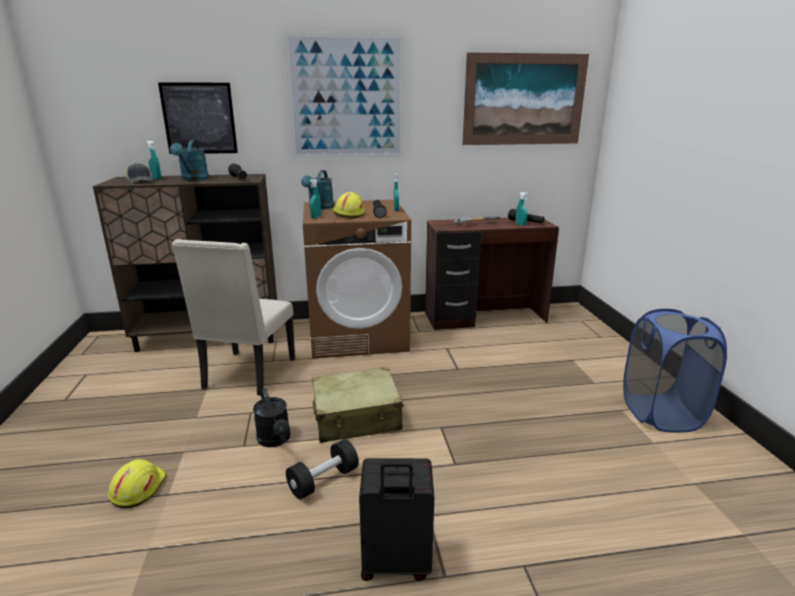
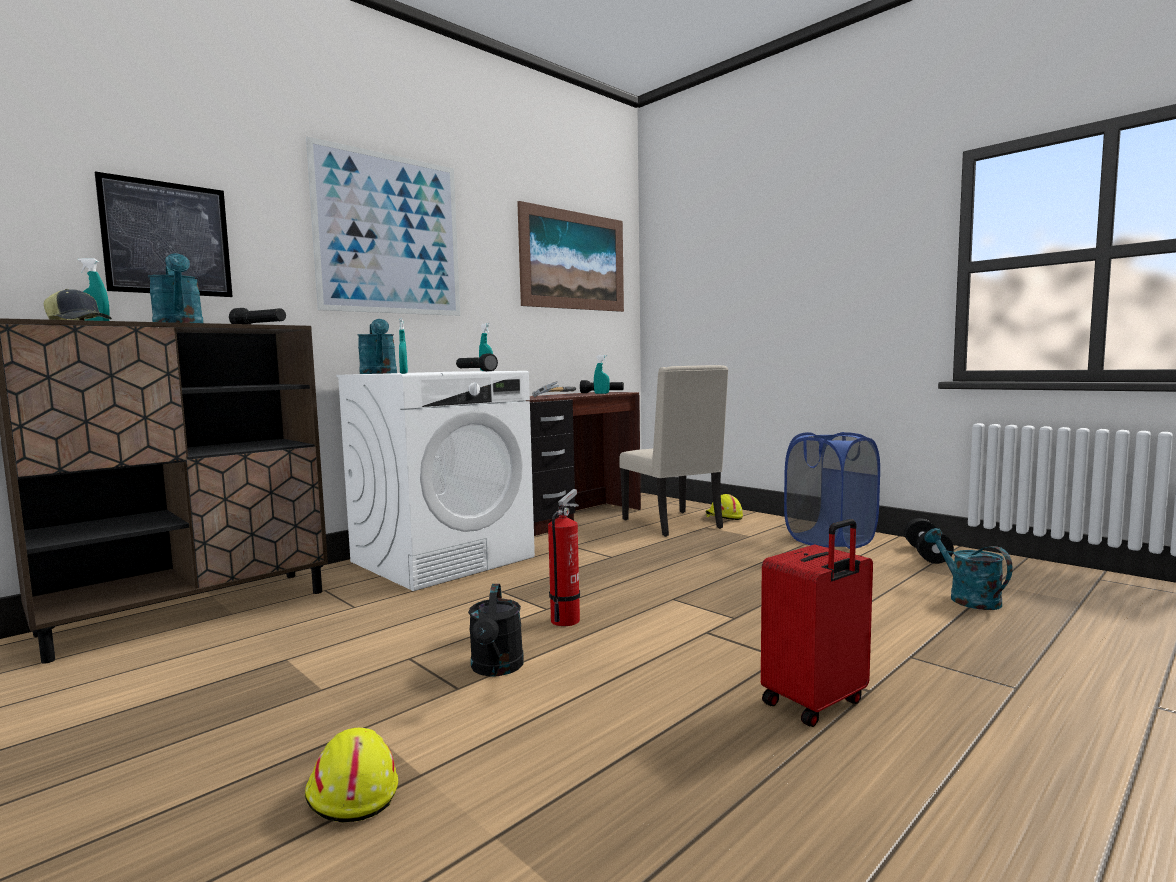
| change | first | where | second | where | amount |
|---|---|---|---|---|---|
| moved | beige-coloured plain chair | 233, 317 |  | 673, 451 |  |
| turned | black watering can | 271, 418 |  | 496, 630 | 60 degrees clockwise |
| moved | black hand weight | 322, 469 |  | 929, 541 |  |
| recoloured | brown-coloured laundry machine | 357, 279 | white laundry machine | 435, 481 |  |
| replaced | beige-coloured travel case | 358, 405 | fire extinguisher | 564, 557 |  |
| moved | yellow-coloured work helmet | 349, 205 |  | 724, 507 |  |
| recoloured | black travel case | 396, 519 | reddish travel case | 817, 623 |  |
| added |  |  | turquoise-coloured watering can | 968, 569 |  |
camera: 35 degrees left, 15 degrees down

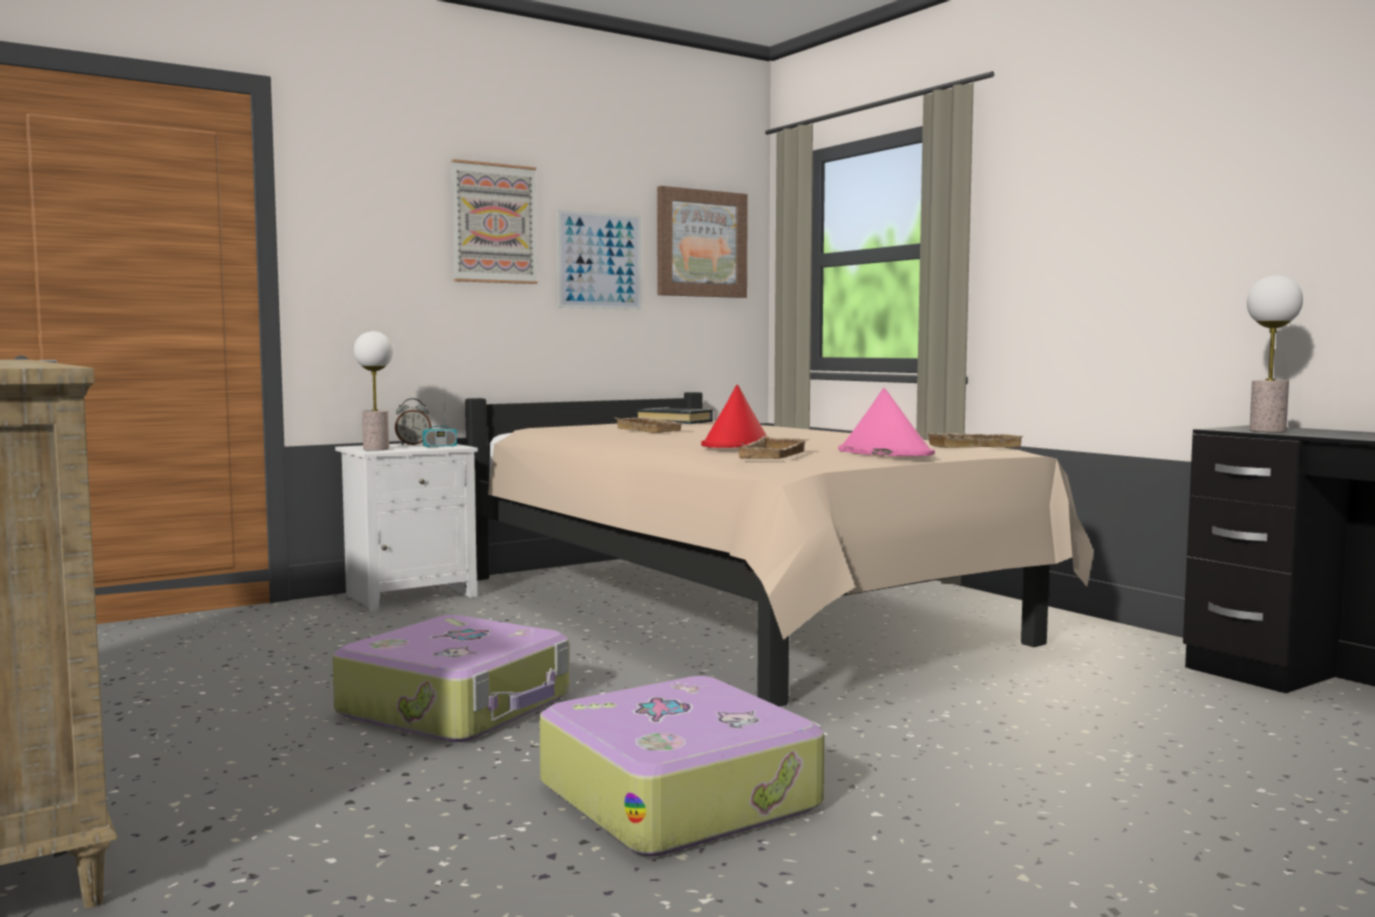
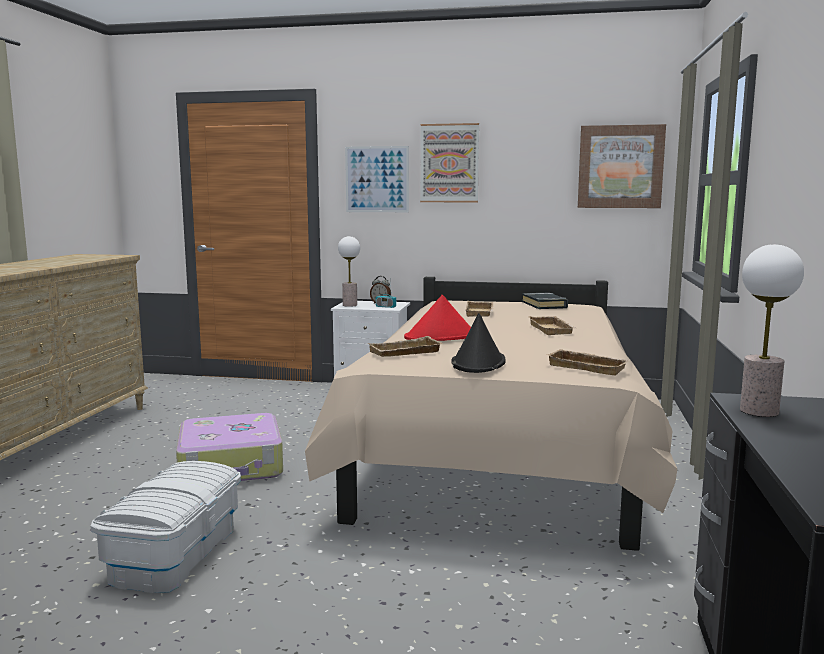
| change | first | where | second | where | amount |
|---|---|---|---|---|---|
| replaced | travel case | 682, 766 | white storage box | 166, 527 |  |
| moved | wall art | 599, 259 |  | 377, 179 |  |
| recoloured | pinkish wearable hat | 886, 422 | black wearable hat | 478, 343 |  |
| added |  |  | beige-coloured carrying tray | 552, 325 |  |
camera: 45 degrees right, 5 degrees up

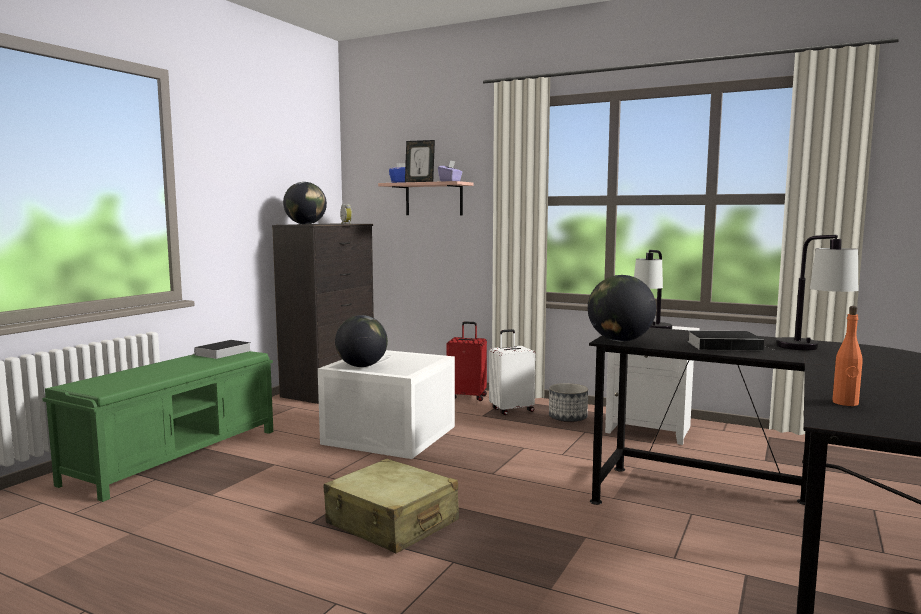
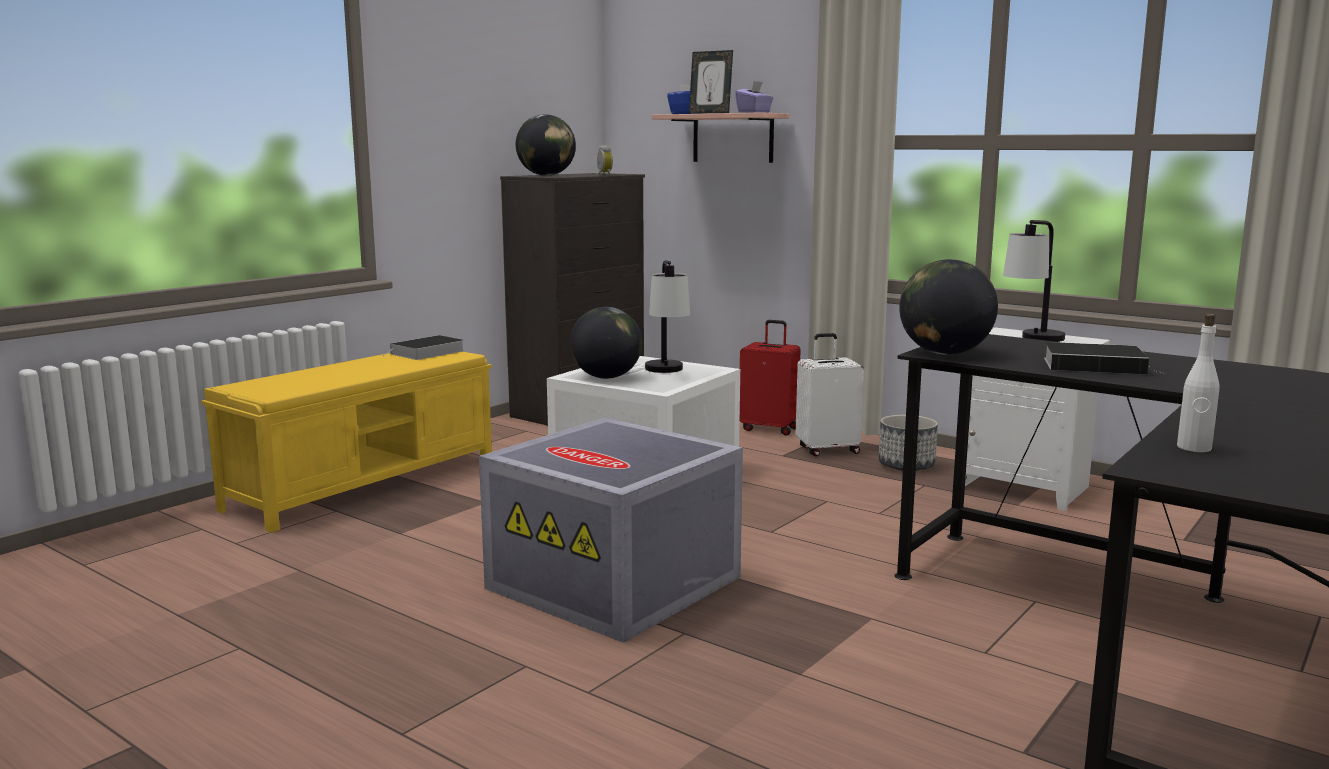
| change | first | where | second | where | amount |
|---|---|---|---|---|---|
| recoloured | green-coloured long seat | 157, 426 | yellow-coloured long seat | 346, 442 |  |
| replaced | beige-coloured travel case | 391, 505 | grey storage box | 611, 530 |  |
| moved | table lamp | 817, 292 |  | 667, 316 |  |
| recoloured | orange bottle | 847, 356 | white bottle | 1198, 382 |  |
camera: 10 degrees right, 5 degrees up

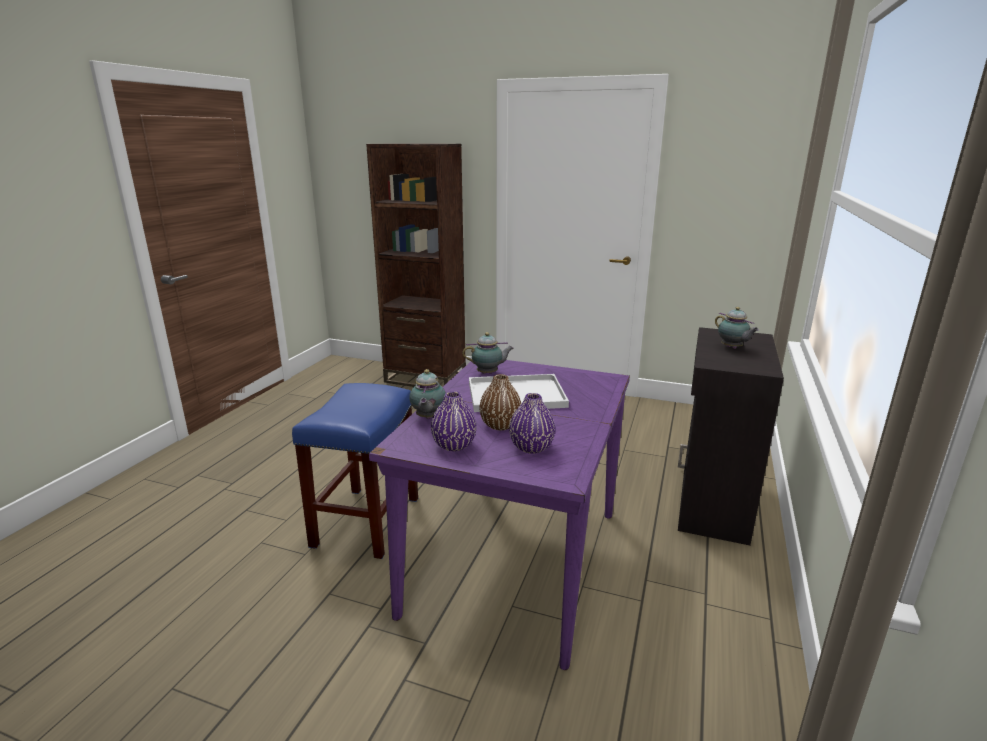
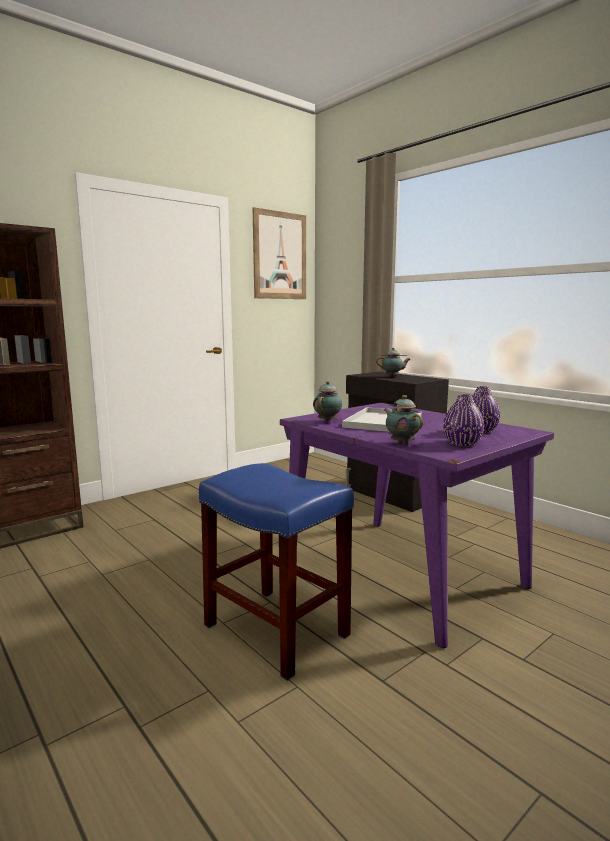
| change | first | where | second | where | amount |
|---|---|---|---|---|---|
| turned | teapot | 427, 394 |  | 403, 420 | 150 degrees counterclockwise |
| removed | brown-coloured flower vase | 500, 402 |  |  |  |
| added |  |  | wall art | 279, 253 |  |
camera: 60 degrees left, 10 degrees down

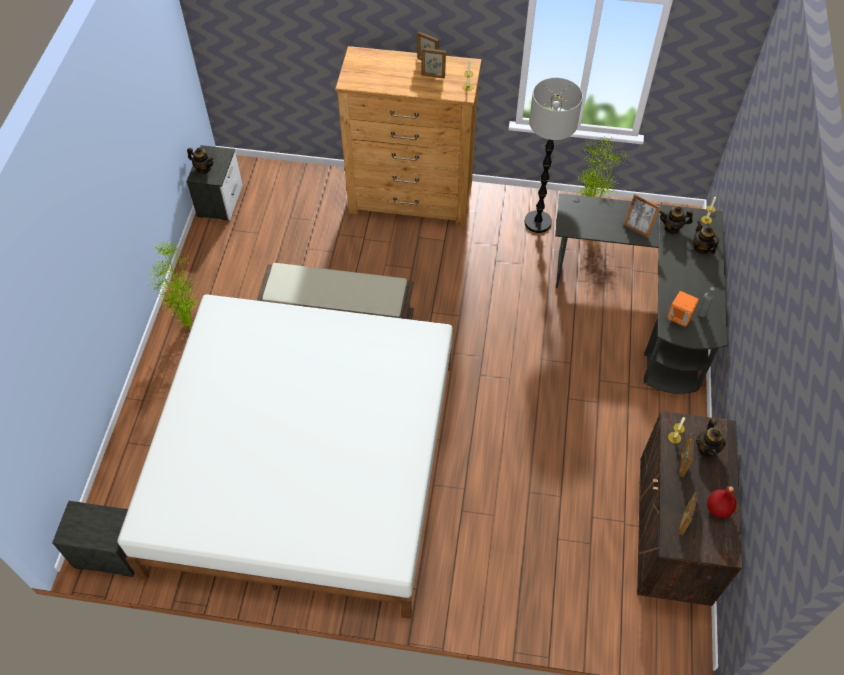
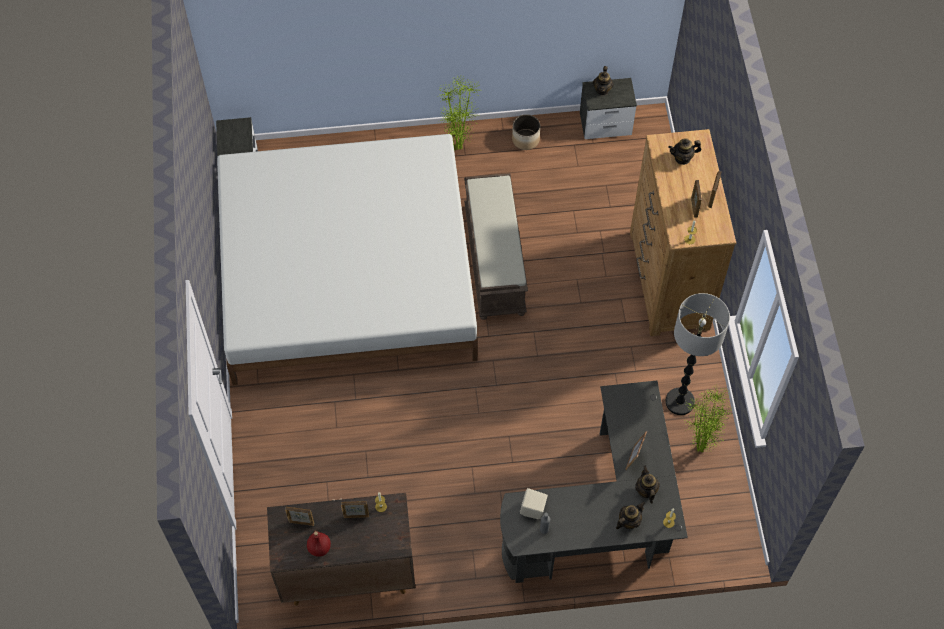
| change | first | where | second | where | amount |
|---|---|---|---|---|---|
| recoloured | orange audio speaker | 683, 309 | beige-coloured audio speaker | 534, 503 |  |
| moved | teapot | 711, 437 |  | 684, 151 |  |
| added |  |  | flower pot | 526, 132 |  |
camera: 75 degrees right, 5 degrees up

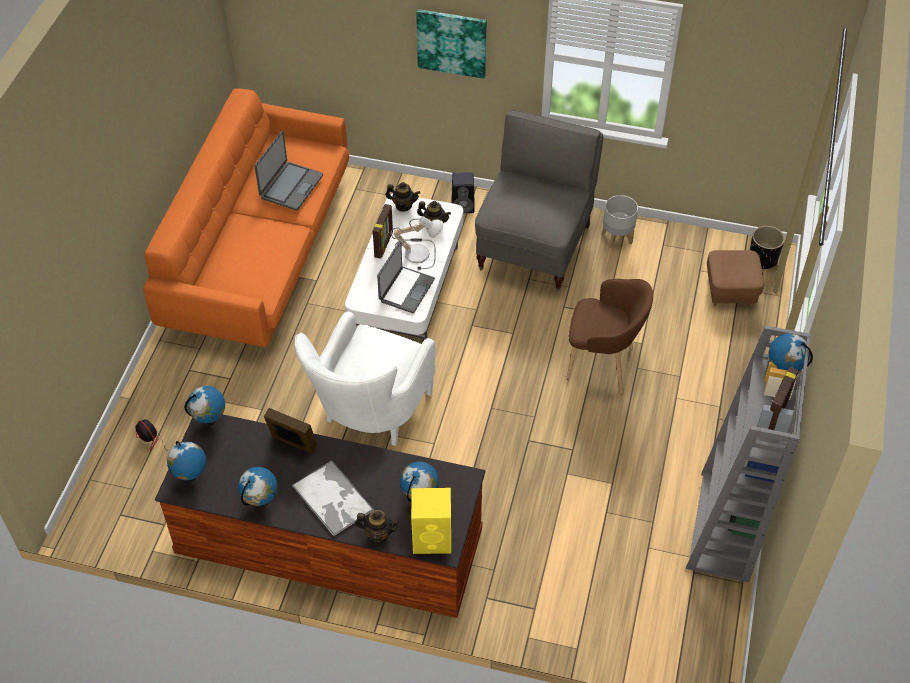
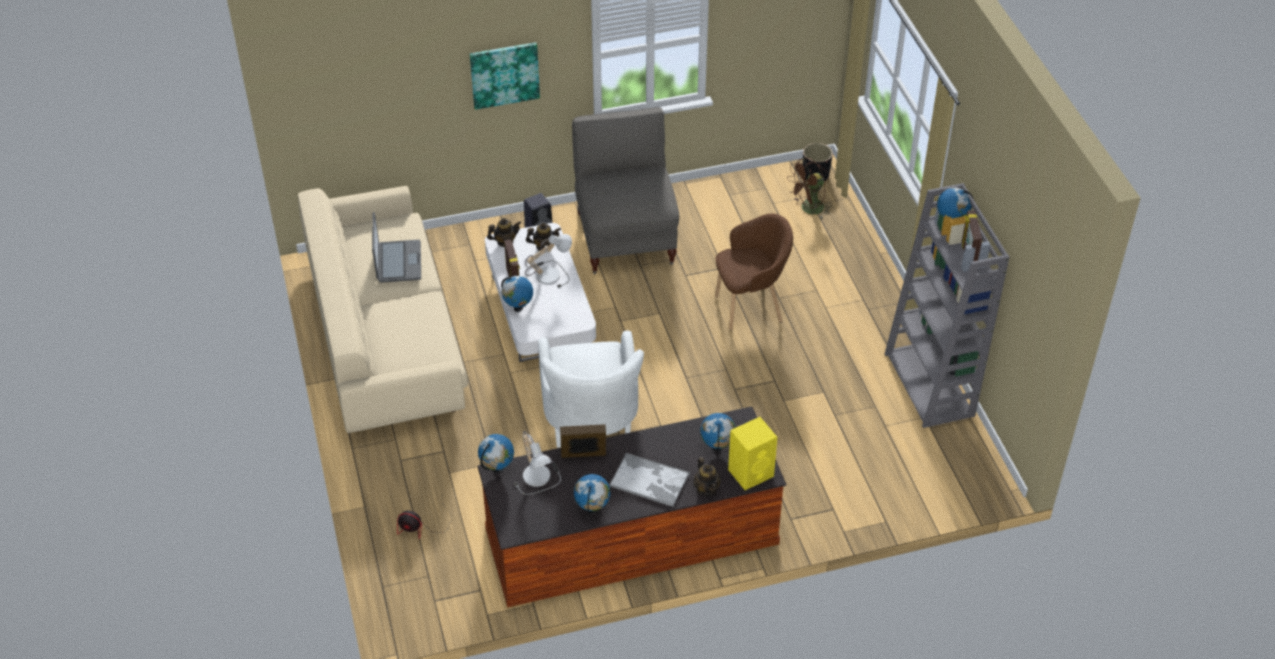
| change | first | where | second | where | amount |
|---|---|---|---|---|---|
| recoloured | orange sofa | 246, 217 | beige-coloured sofa | 383, 309 |  |
| moved | desk globe | 186, 461 |  | 517, 294 |  |
| turned | teapot | 377, 526 |  | 707, 477 | 90 degrees clockwise |
| removed | notebook computer | 406, 277 |  |  |  |
| removed | grey flower pot | 620, 221 |  |  |  |
| replaced | brown-coloured pouffe | 736, 278 | brown-coloured fan | 809, 188 |  |
| added |  |  | table lamp | 537, 463 |  |
camera: 30 degrees left, 5 degrees down

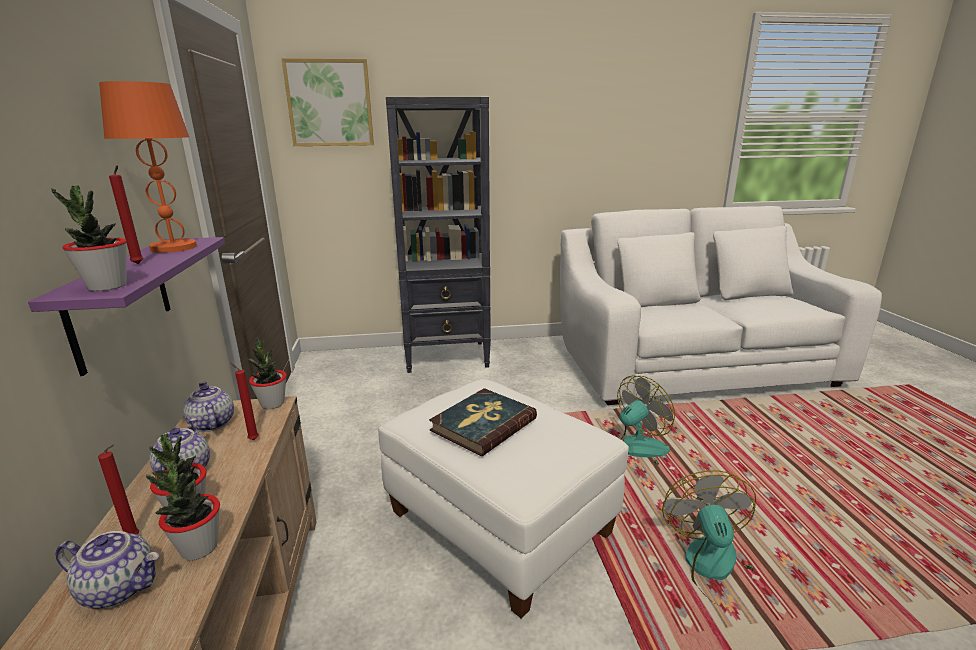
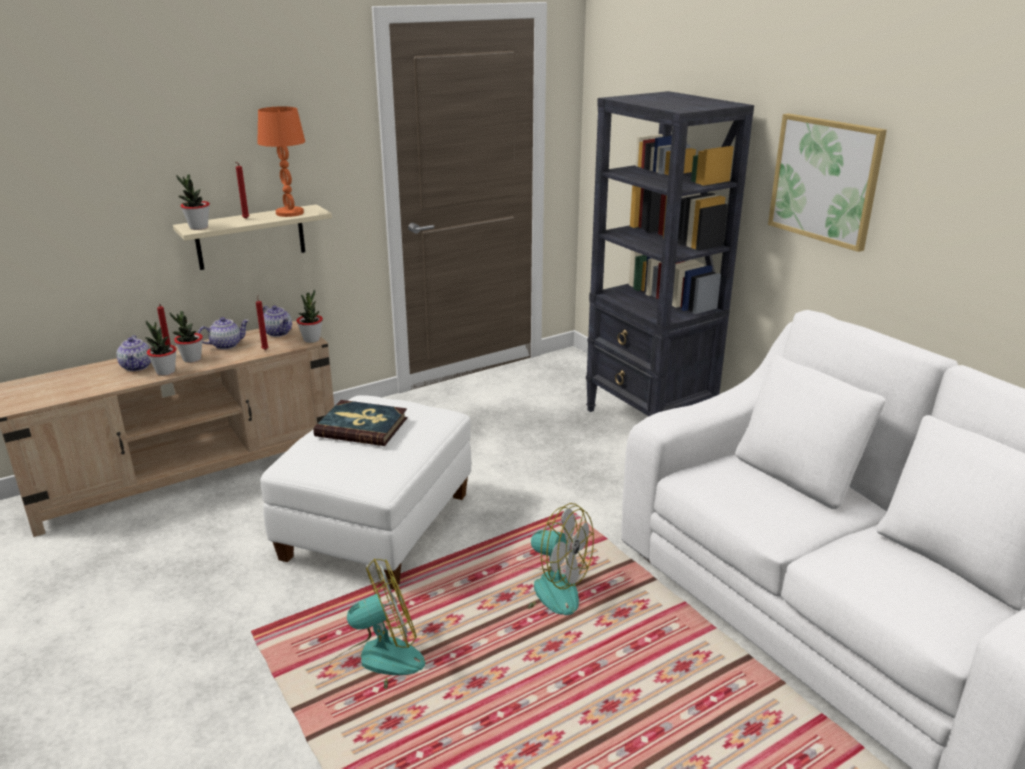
| change | first | where | second | where | amount |
|---|---|---|---|---|---|
| recoloured | purplish shelf | 126, 306 | beige-coloured shelf | 252, 237 |  |
| turned | teapot | 208, 407 |  | 277, 321 | 105 degrees clockwise |
| moved | wall art | 327, 102 |  | 827, 182 |  |
camera: 65 degrees right, 5 degrees up

